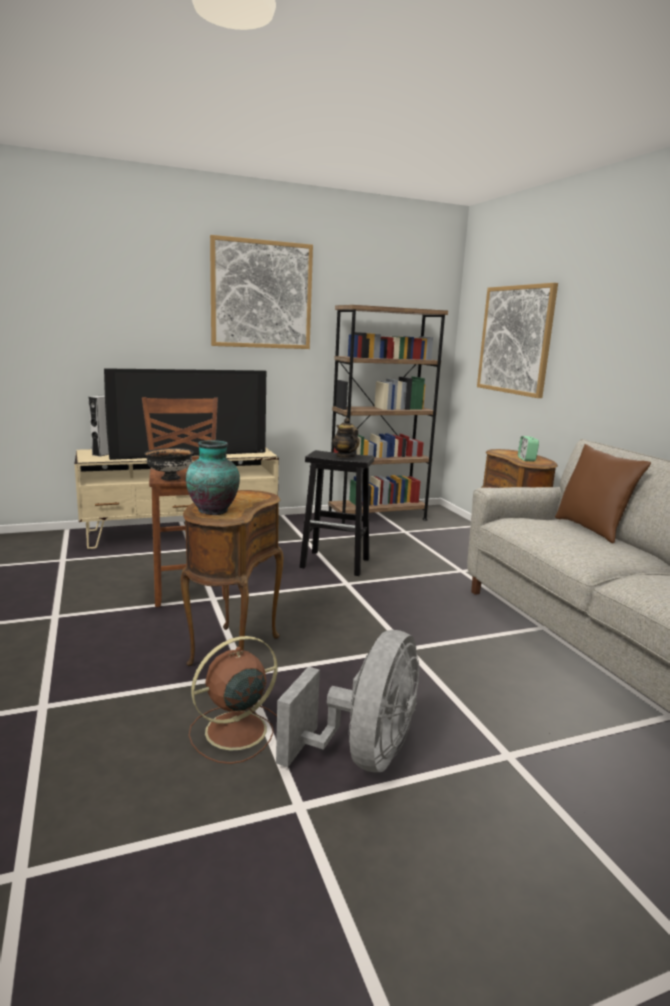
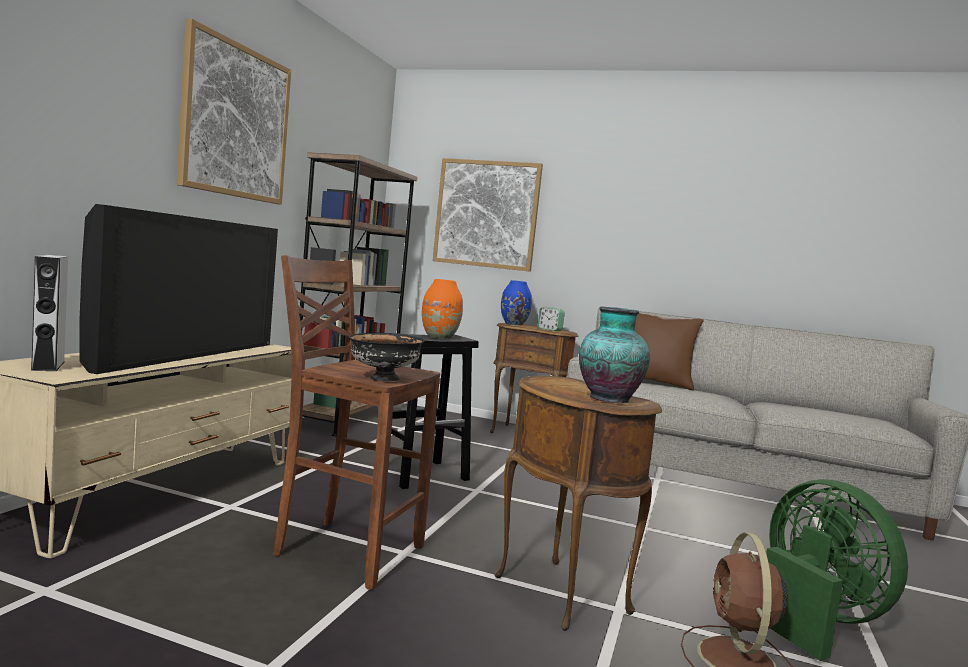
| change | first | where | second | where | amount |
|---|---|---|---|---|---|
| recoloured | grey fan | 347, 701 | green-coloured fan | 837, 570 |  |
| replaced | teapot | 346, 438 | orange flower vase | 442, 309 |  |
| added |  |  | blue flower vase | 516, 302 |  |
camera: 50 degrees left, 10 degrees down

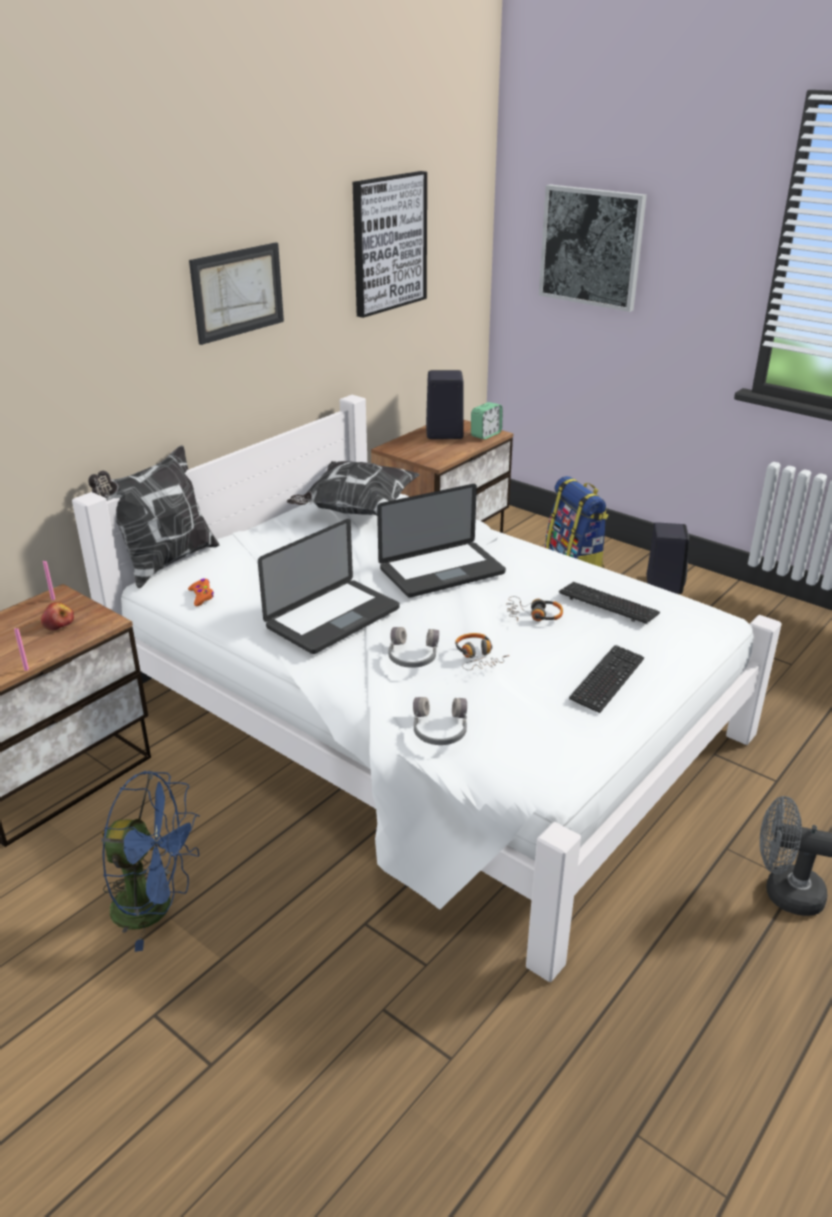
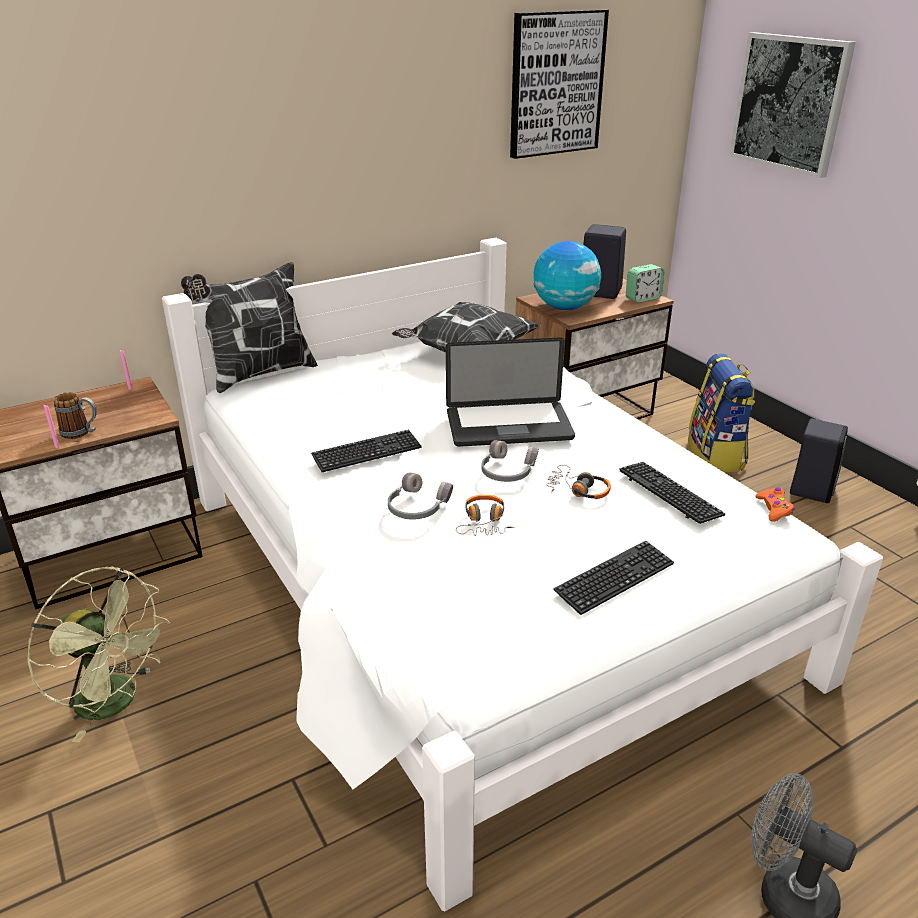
| change | first | where | second | where | amount |
|---|---|---|---|---|---|
| removed | apple fruit | 57, 616 |  |  |  |
| recoloured | blue fan | 150, 861 | green-coloured fan | 98, 654 |  |
| moved | orange joypad | 201, 592 |  | 774, 504 |  |
| removed | wall art | 236, 293 |  |  |  |
| replaced | notebook computer | 329, 586 | computer keyboard | 366, 451 |  |
| moved | grey pair of headphones | 440, 721 |  | 510, 461 |  |
| added |  |  | mug | 75, 415 |  |
| added |  |  | desk globe | 567, 275 |  |
camera: 20 degrees right, 0 degrees up

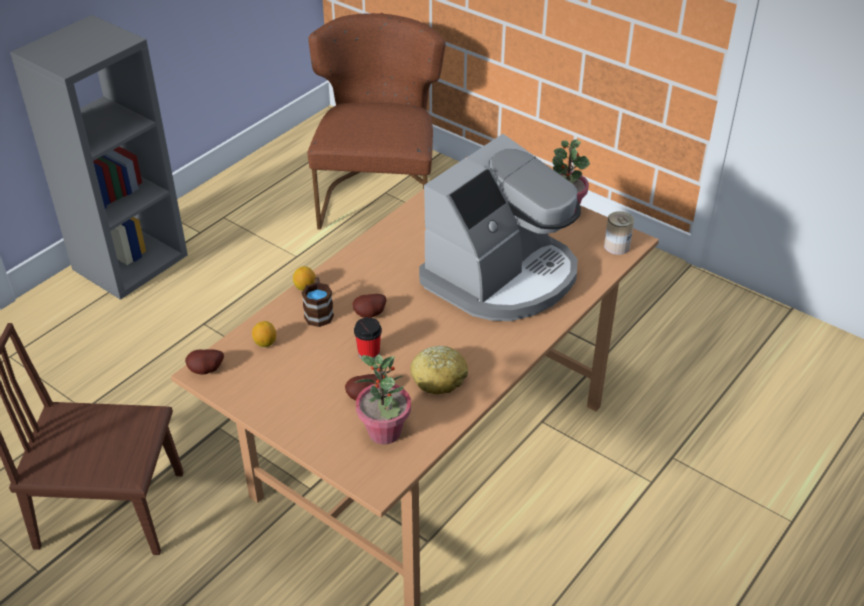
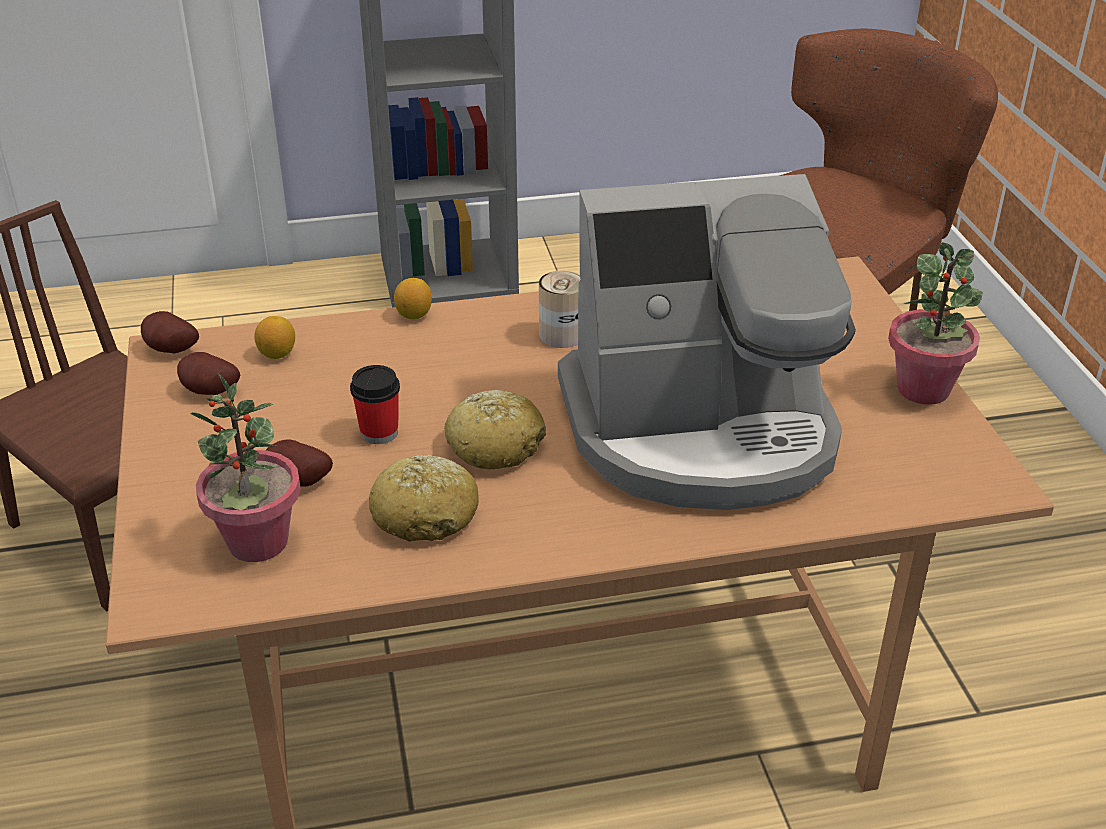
| change | first | where | second | where | amount |
|---|---|---|---|---|---|
| removed | brown-coloured mug | 318, 302 |  |  |  |
| moved | whole potato | 369, 306 |  | 208, 373 |  |
| moved | sealed can | 619, 233 |  | 559, 309 |  |
| added |  |  | bakery bread | 495, 429 |  |
camera: 40 degrees right, 5 degrees down

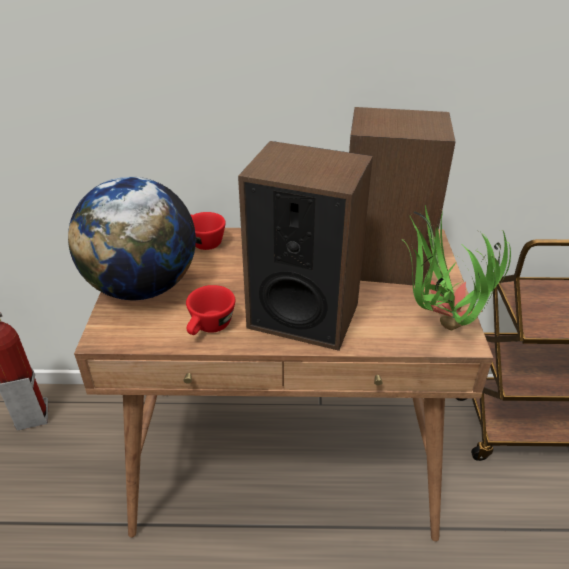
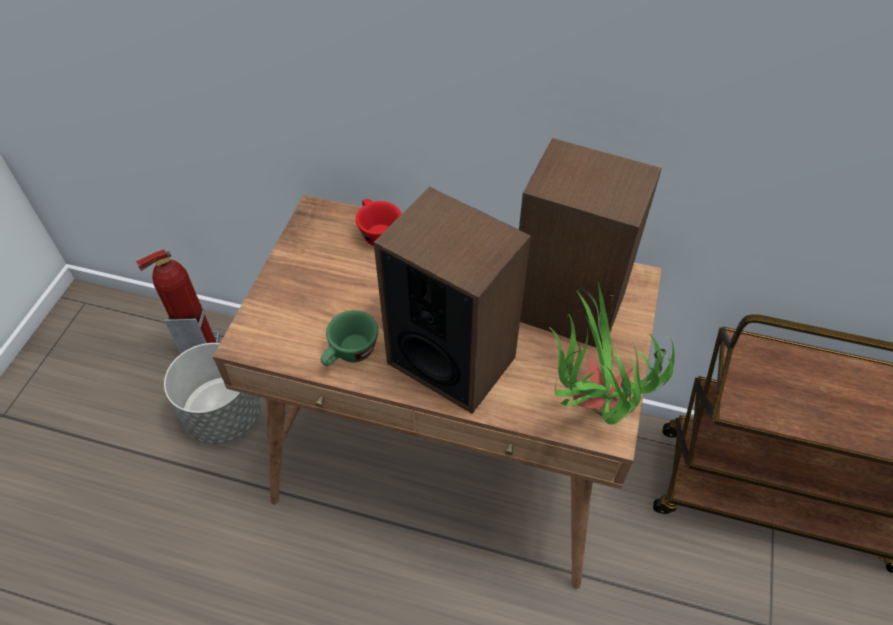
| change | first | where | second | where | amount |
|---|---|---|---|---|---|
| removed | desk globe | 132, 238 |  |  |  |
| recoloured | reddish drinking cup | 210, 310 | green-coloured drinking cup | 349, 338 |  |
| added |  |  | grey flower pot | 212, 393 |  |
camera: 15 degrees right, 15 degrees up

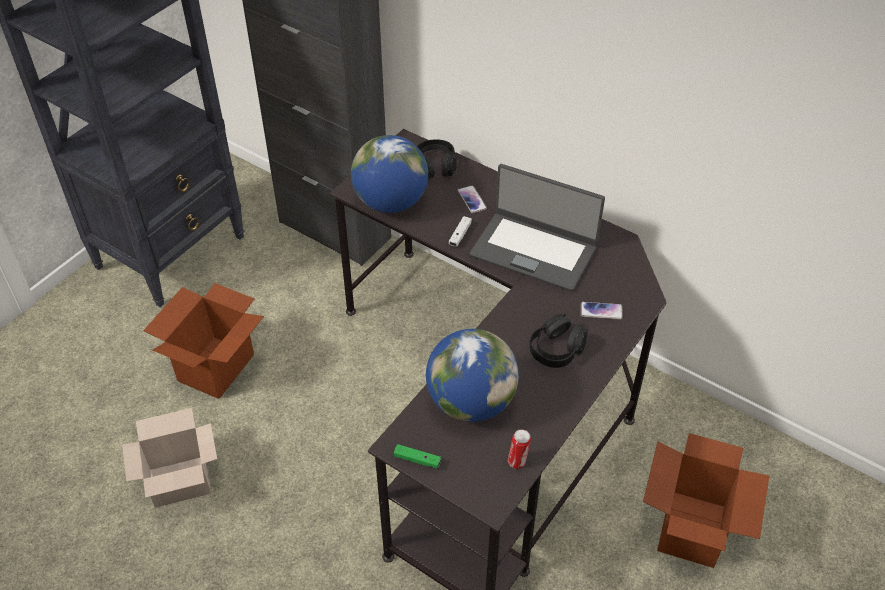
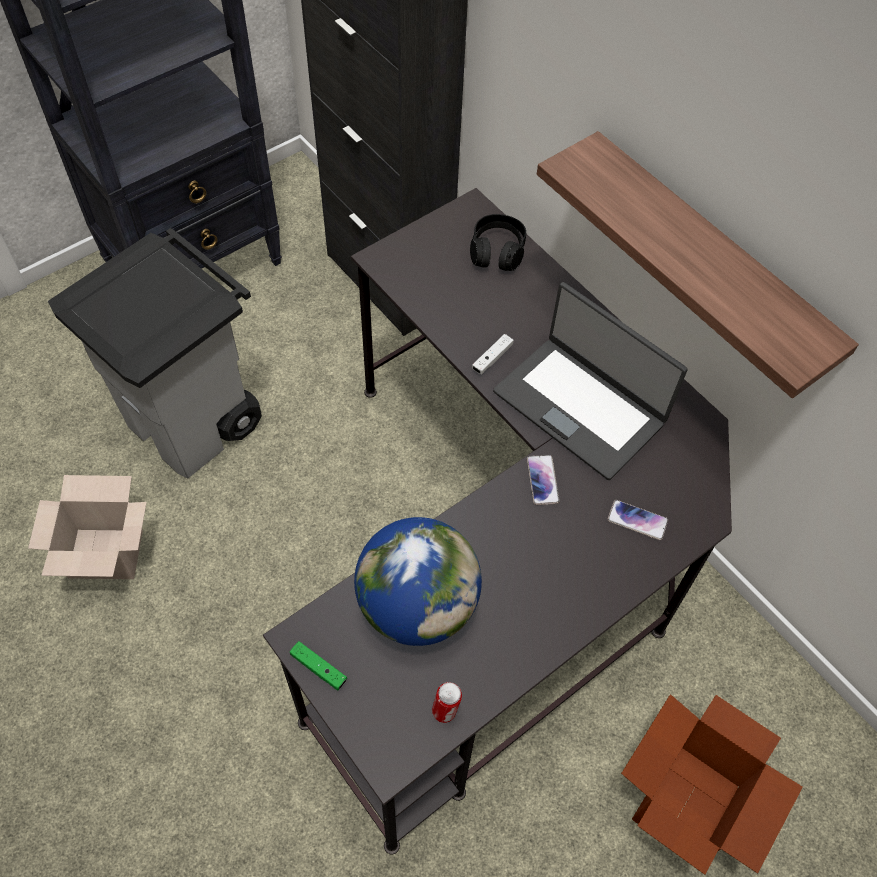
| change | first | where | second | where | amount |
|---|---|---|---|---|---|
| replaced | carton | 203, 341 | grey rubbish bin | 155, 353 |  |
| removed | desk globe | 389, 174 |  |  |  |
| moved | telephone | 472, 199 |  | 543, 480 |  |
| removed | black pair of headphones | 558, 341 |  |  |  |
| added |  |  | shelf | 698, 264 |  |
camera: 15 degrees right, 10 degrees up

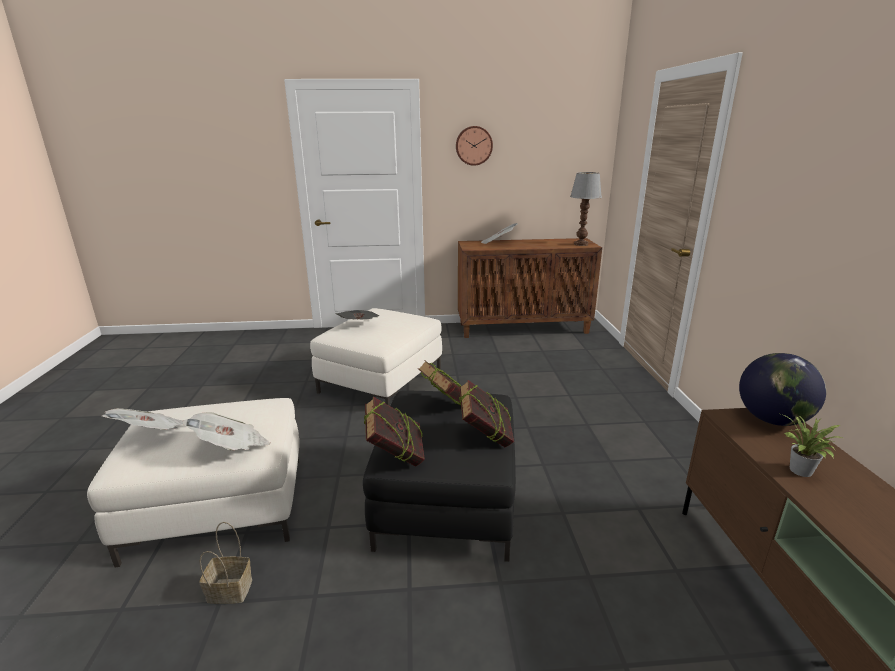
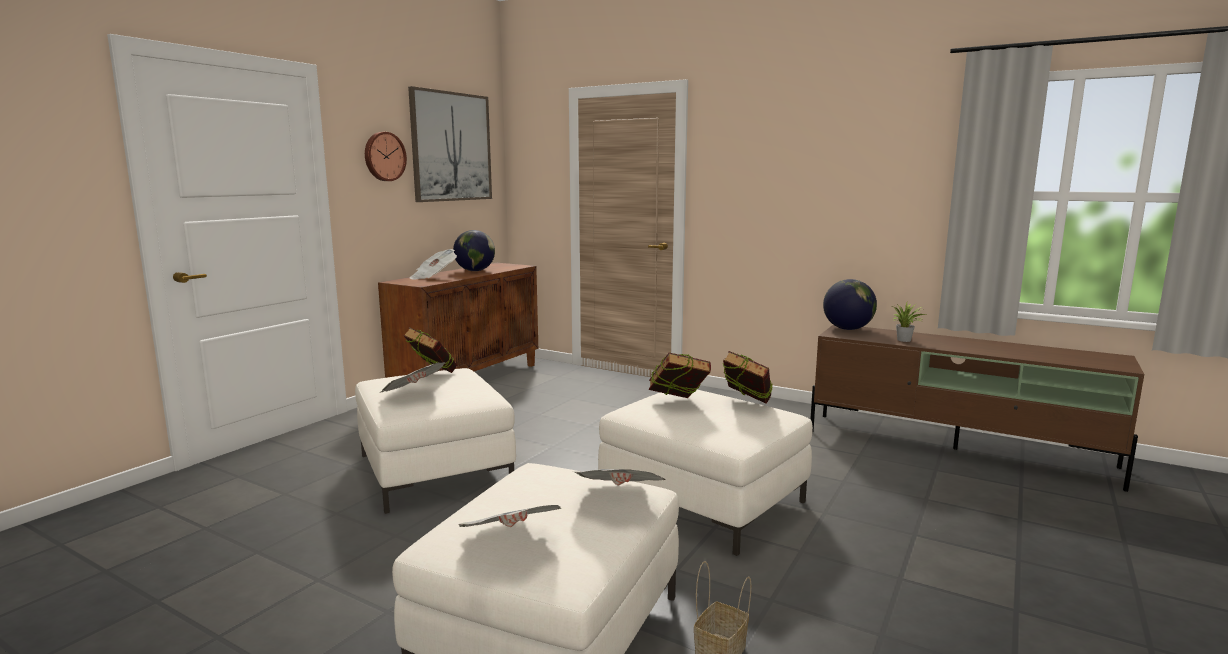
| change | first | where | second | where | amount |
|---|---|---|---|---|---|
| recoloured | black pouffe | 439, 476 | white pouffe | 705, 473 |  |
| moved | bound book | 394, 431 |  | 430, 350 |  |
| removed | table lamp | 586, 209 |  |  |  |
| added |  |  | wall art | 450, 144 |  |
| added |  |  | desk globe | 474, 250 |  |
camera: 55 degrees left, 10 degrees down

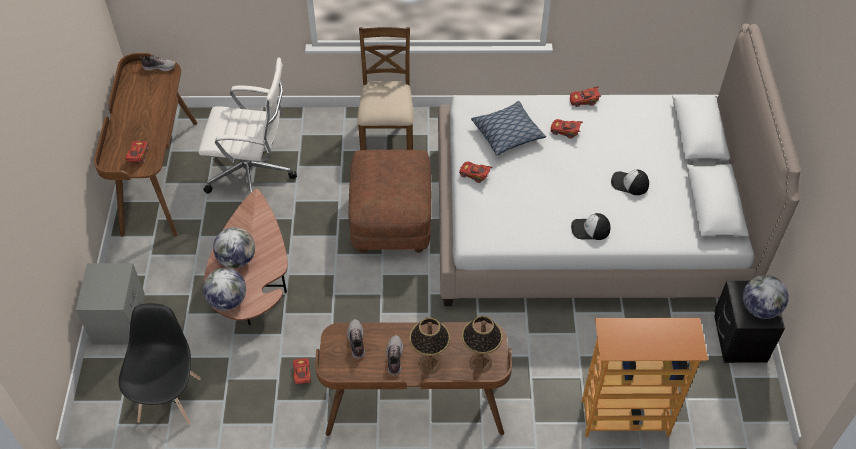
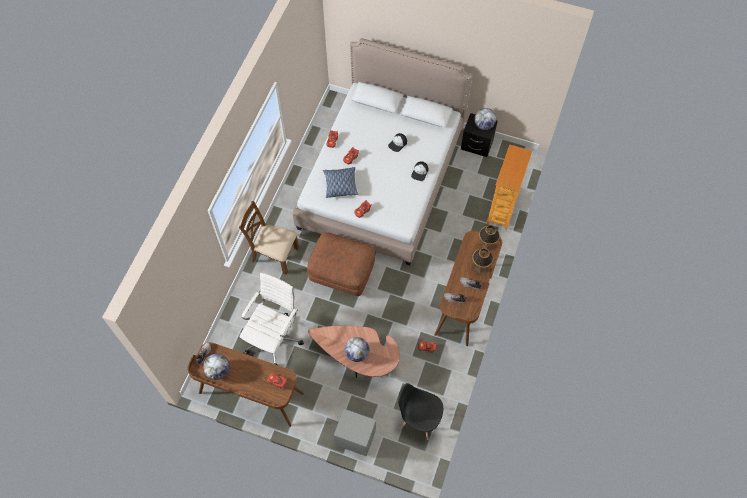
| change | first | where | second | where | amount |
|---|---|---|---|---|---|
| moved | desk globe | 224, 289 |  | 216, 366 |  |
camera: 70 degrees left, 10 degrees up

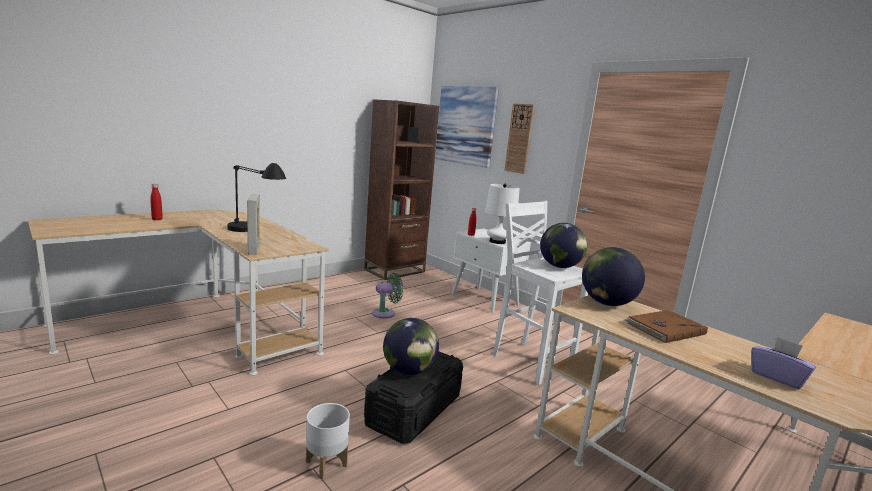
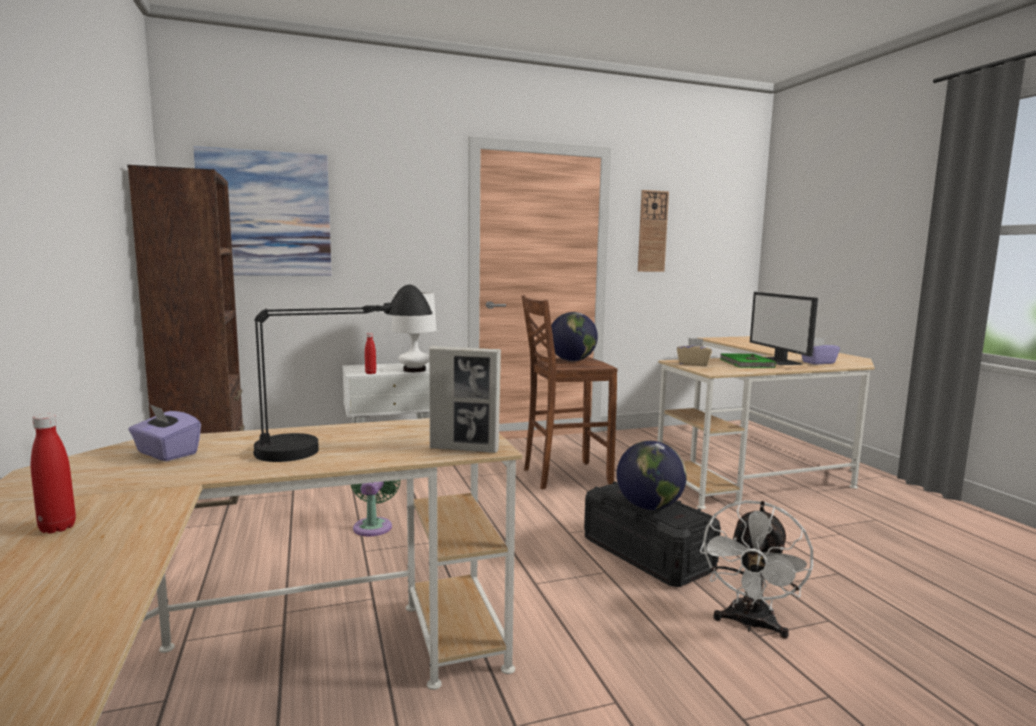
| change | first | where | second | where | amount |
|---|---|---|---|---|---|
| replaced | white flower pot | 328, 441 | white fan | 756, 569 |  |
| recoloured | white sitting stool | 540, 293 | brown-coloured sitting stool | 570, 392 |  |
| moved | clock on the wall | 519, 139 |  | 653, 231 |  |
| replaced | desk globe | 613, 276 | beige-coloured tissue box | 694, 352 |  |
| recoloured | brown-coloured bound book | 666, 326 | green-coloured bound book | 748, 361 |  |
| added |  |  | purplish tissue box | 165, 432 |  |
| added |  |  | computer display | 784, 328 |  |
camera: 65 degrees left, 5 degrees down

